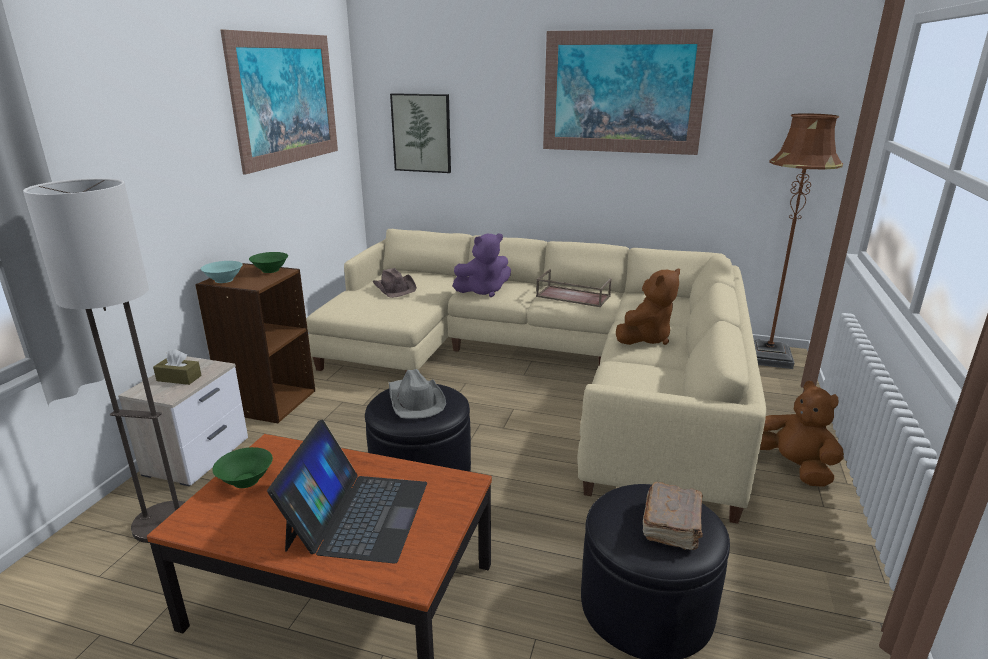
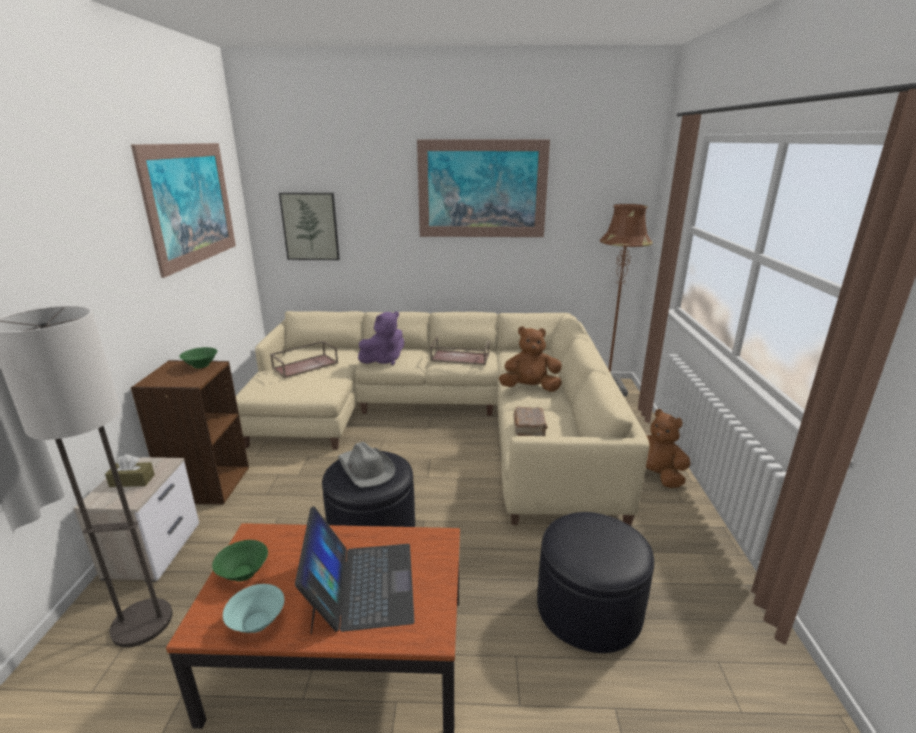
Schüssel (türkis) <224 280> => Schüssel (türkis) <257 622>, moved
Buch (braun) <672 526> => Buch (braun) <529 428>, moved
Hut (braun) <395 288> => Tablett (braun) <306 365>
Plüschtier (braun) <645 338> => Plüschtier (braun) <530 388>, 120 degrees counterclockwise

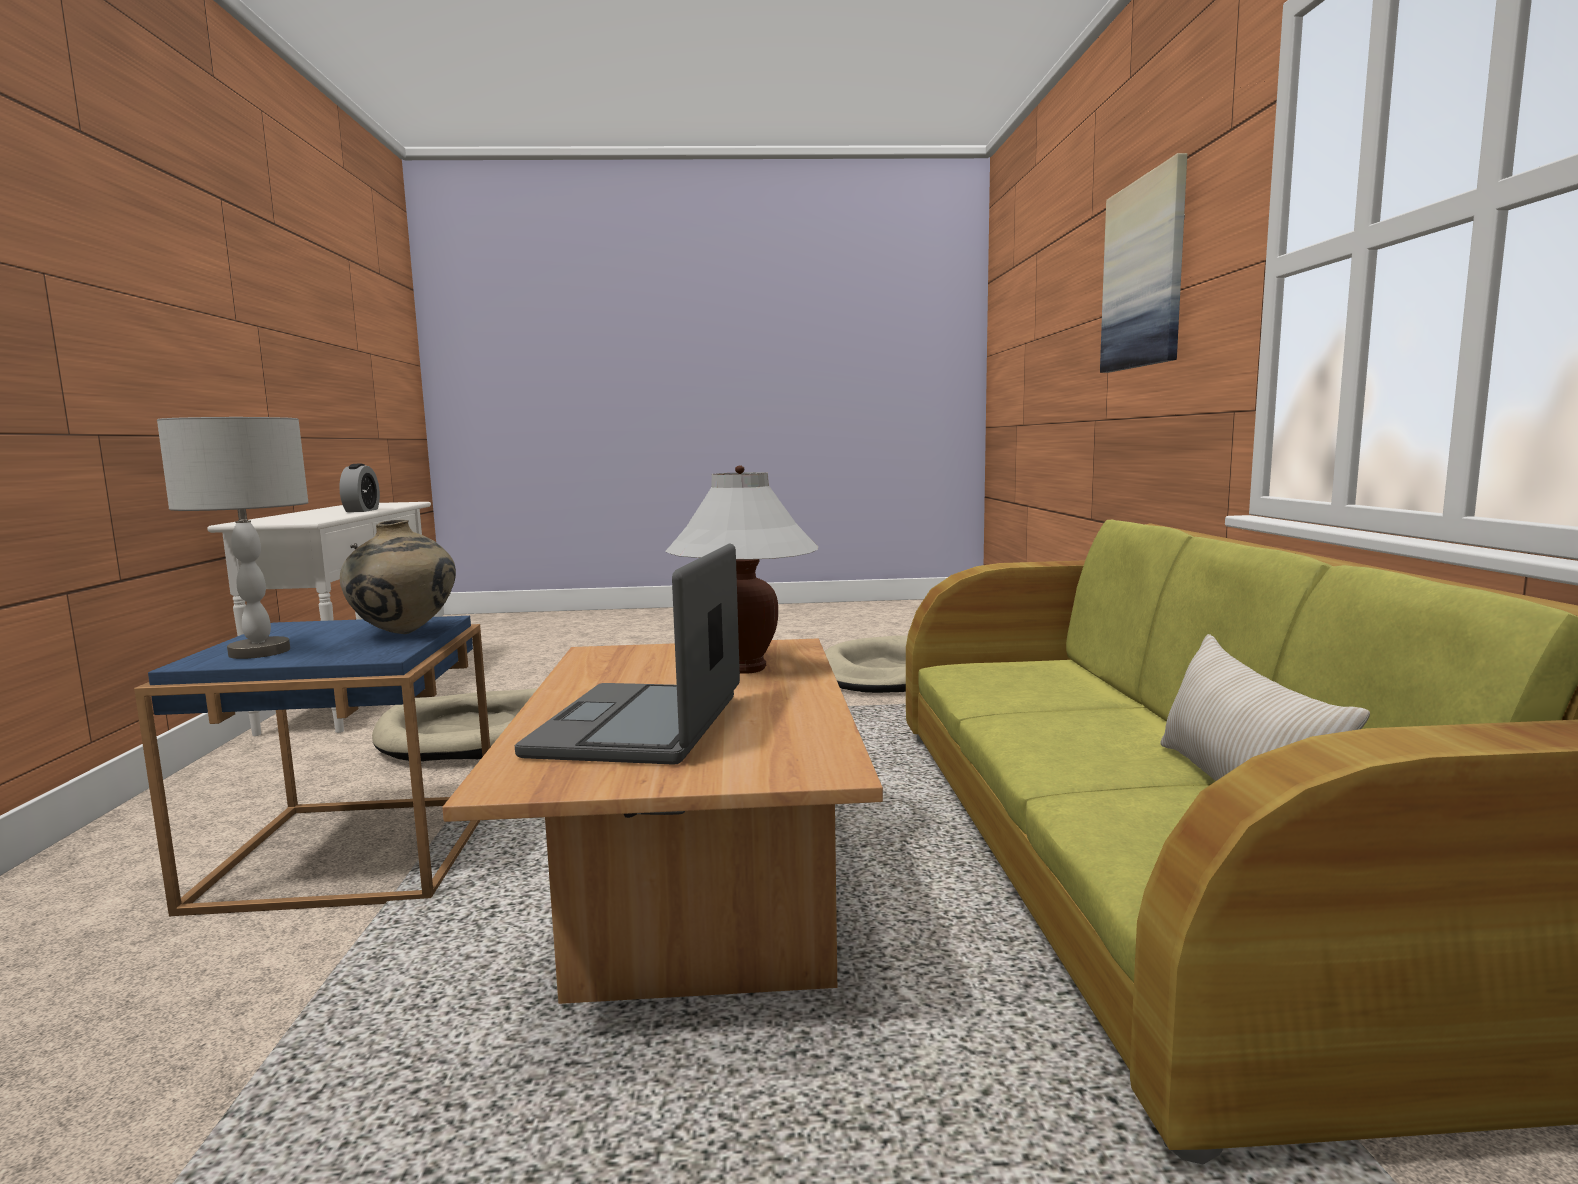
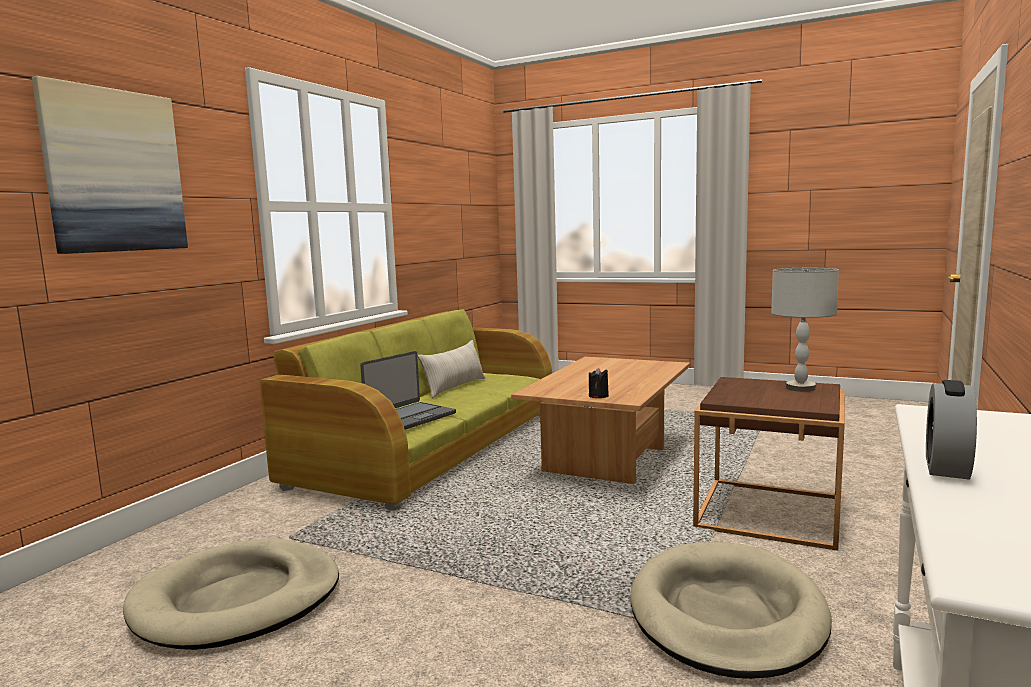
Vase (beige) <405 634> => nothing
Tischlampe (weiß) <745 668> => nothing
nothing => Kerze (schwarz) <598 396>
Laptop <641 726> => Laptop <410 417>, moved
Beistelltisch (blau) <353 850> => Beistelltisch (braun) <769 512>

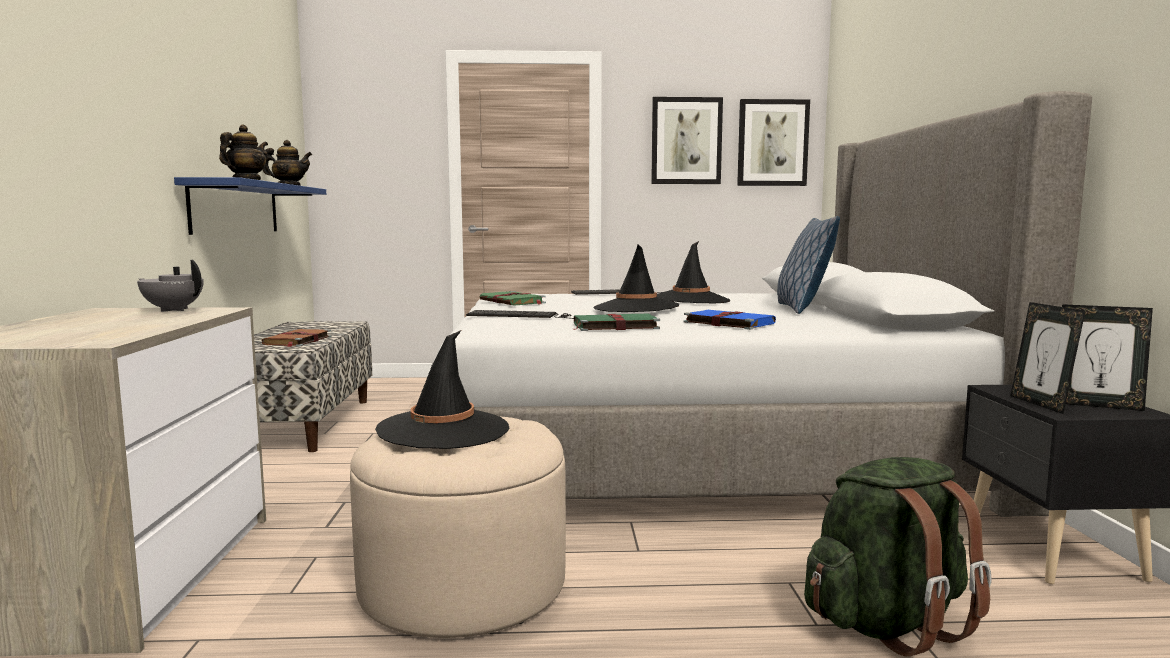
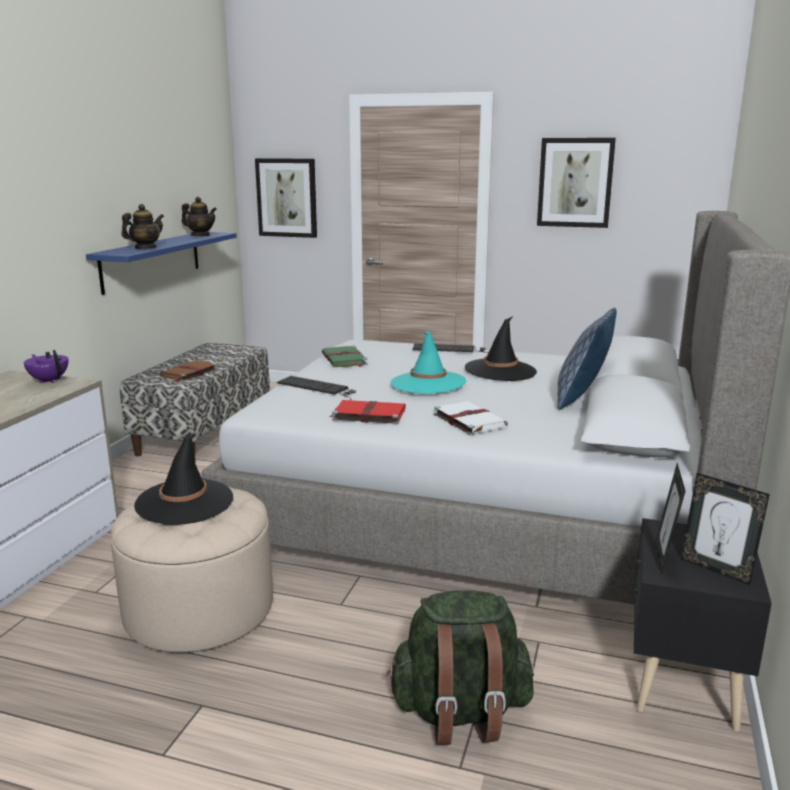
Bild <772 143> => Bild <287 198>, moved
Teekanne (grau) <173 310> => Teekanne (lila) <49 380>
Buch (grün) <614 326> => Buch (rot) <368 414>
Hut (schwarz) <636 308> => Hut (türkis) <428 383>
Buch (blau) <727 323> => Buch (weiß) <468 420>

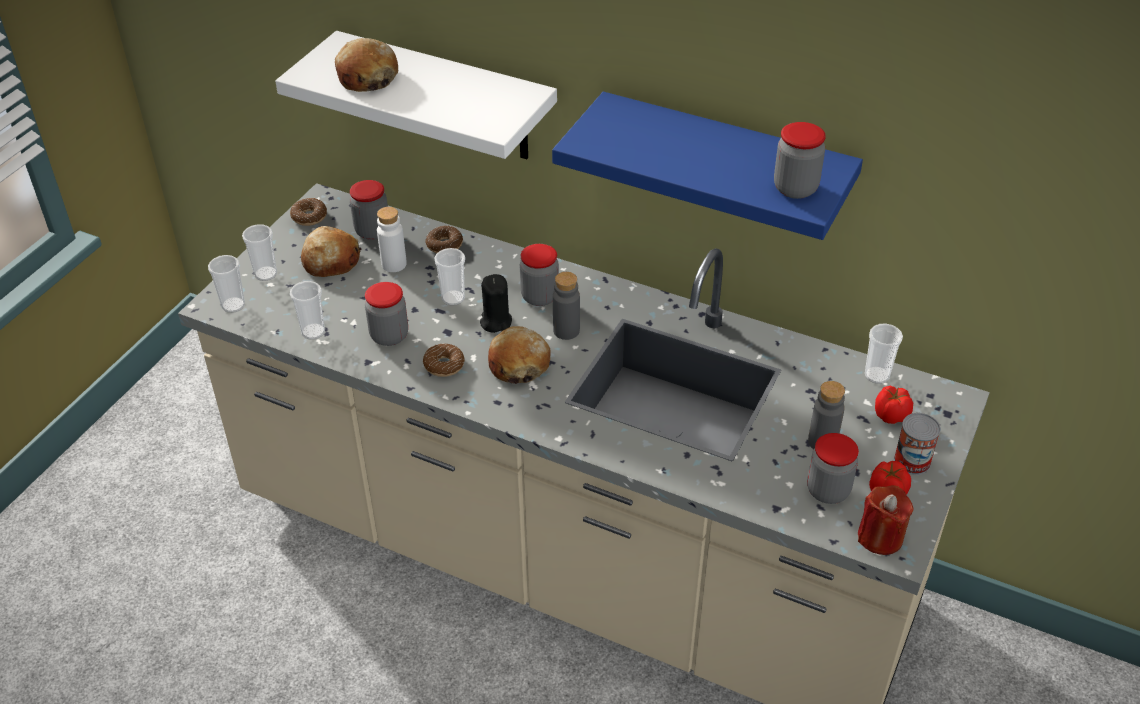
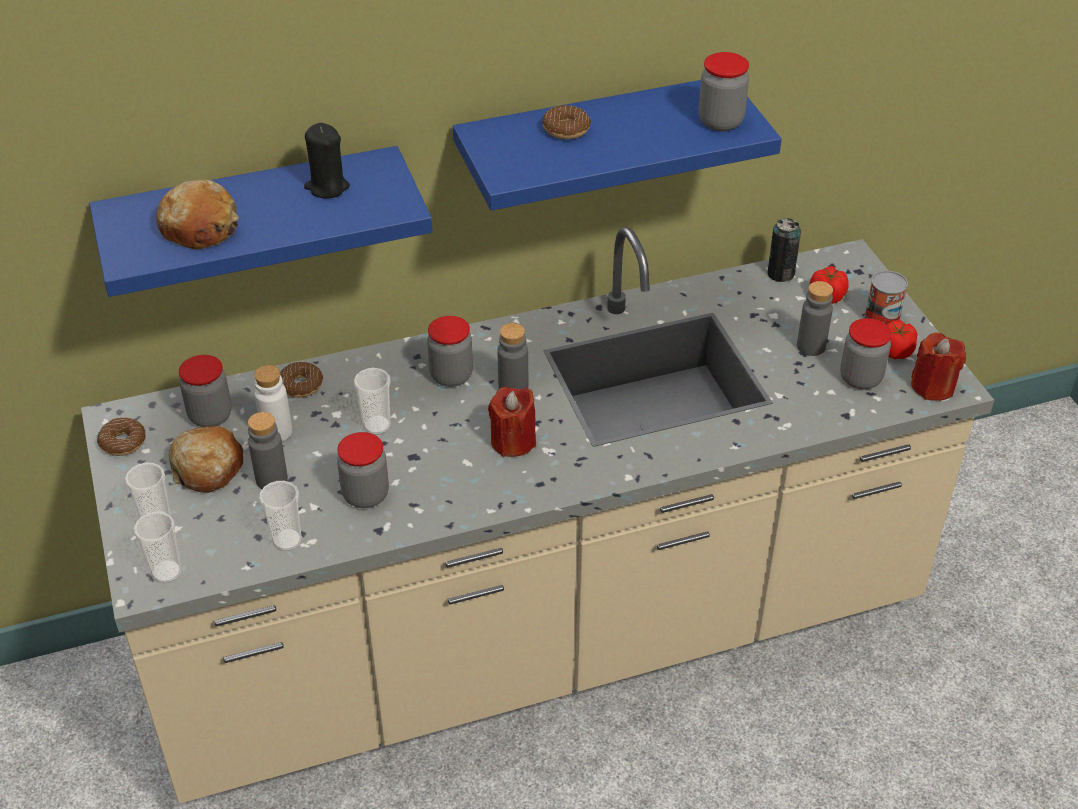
nothing => Flasche (grau) <271 479>
Donut <444 365> => Donut <566 129>, moved
Kerze (schwarz) <495 321> => Kerze (schwarz) <327 187>, moved
Brot <519 364> => Kerze (rot) <513 441>
Tasse <877 375> => Dose <780 274>
Wandregal (weiß) <446 97> => Wandregal (blau) <254 218>

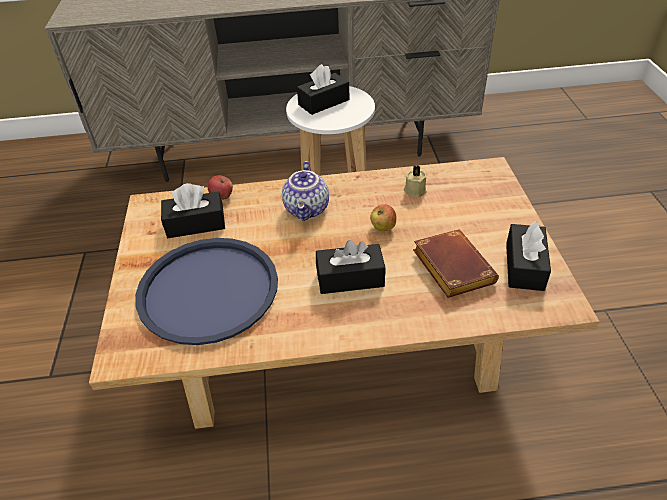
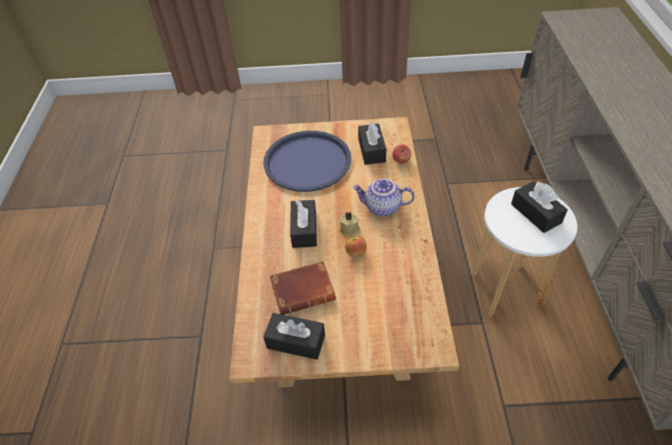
Kerze (beige) <415 190> => Kerze (beige) <350 230>, moved

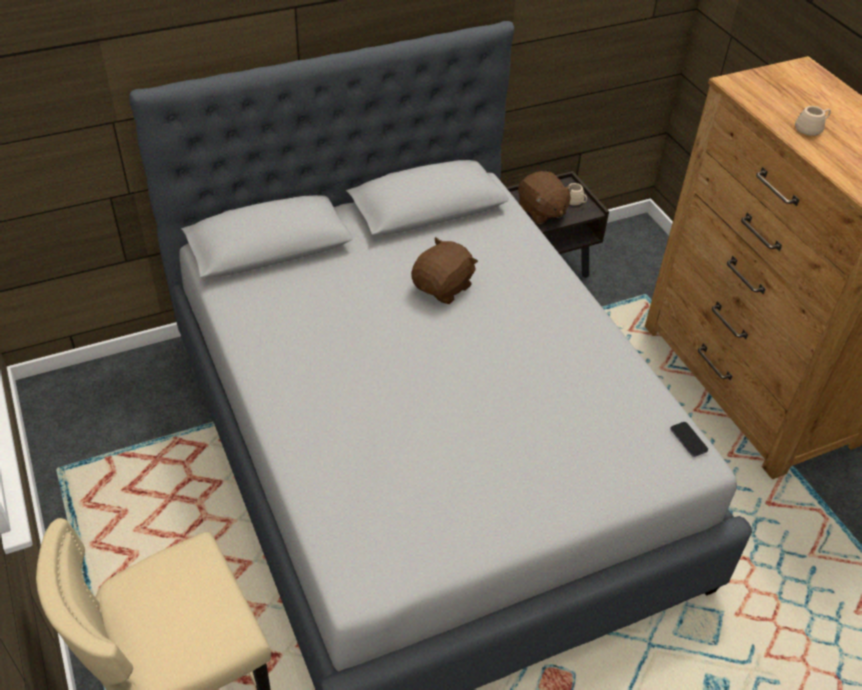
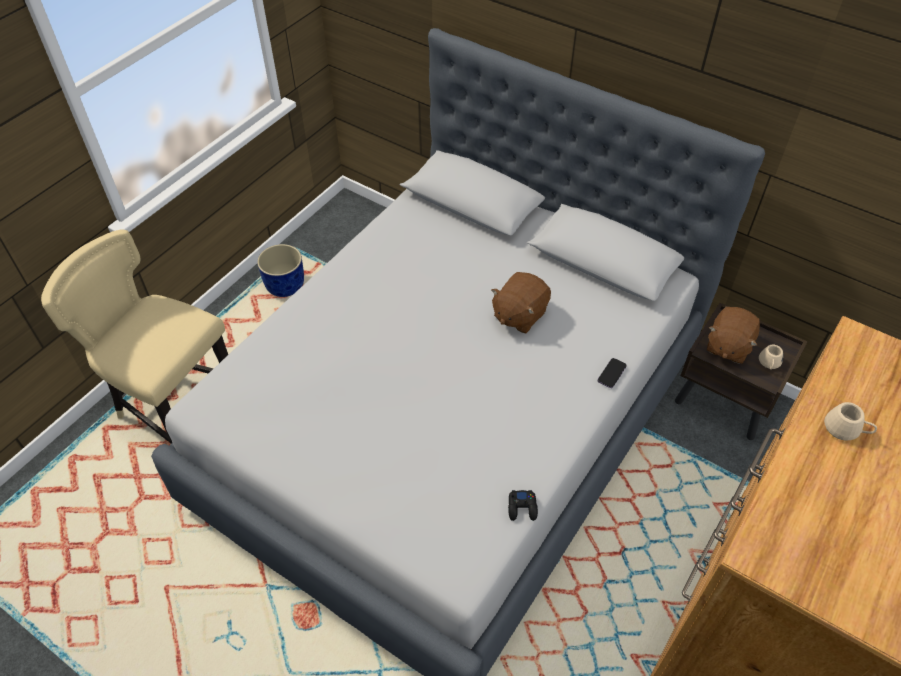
nothing => Pflanzkübel (blau) <285 285>
nothing => Gamepad (schwarz) <522 508>
Handy <688 440> => Handy <611 374>, moved
Plüschtier (braun) <443 287> => Plüschtier (braun) <519 315>, 120 degrees clockwise

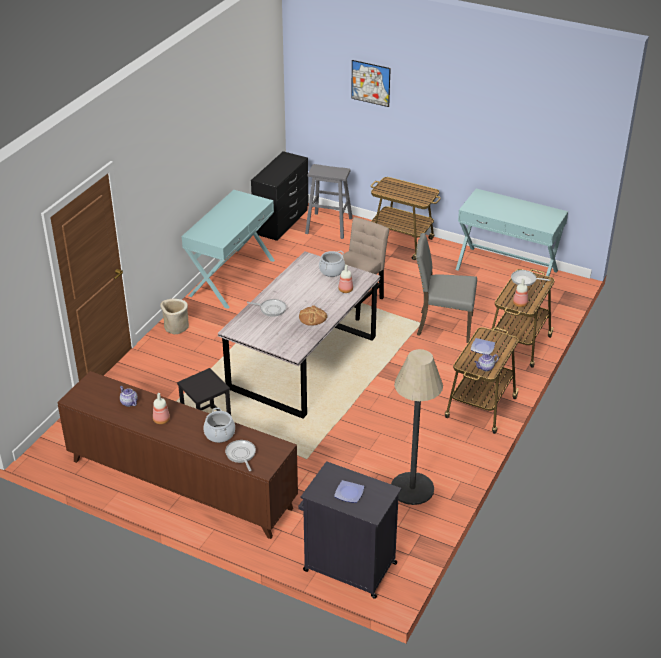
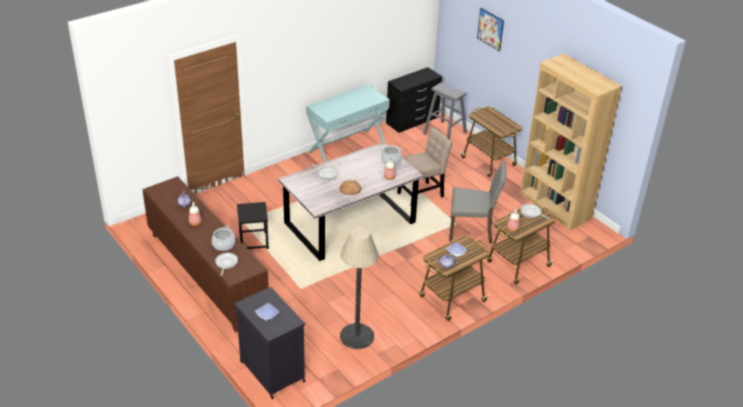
Pflanzkübel (beige) <175 327> => nothing
Konsolentisch (türkis) <507 270> => Bücherregal (braun) <555 206>
Stuhl (grau) <443 325> => Stuhl (grau) <472 231>, 150 degrees clockwise

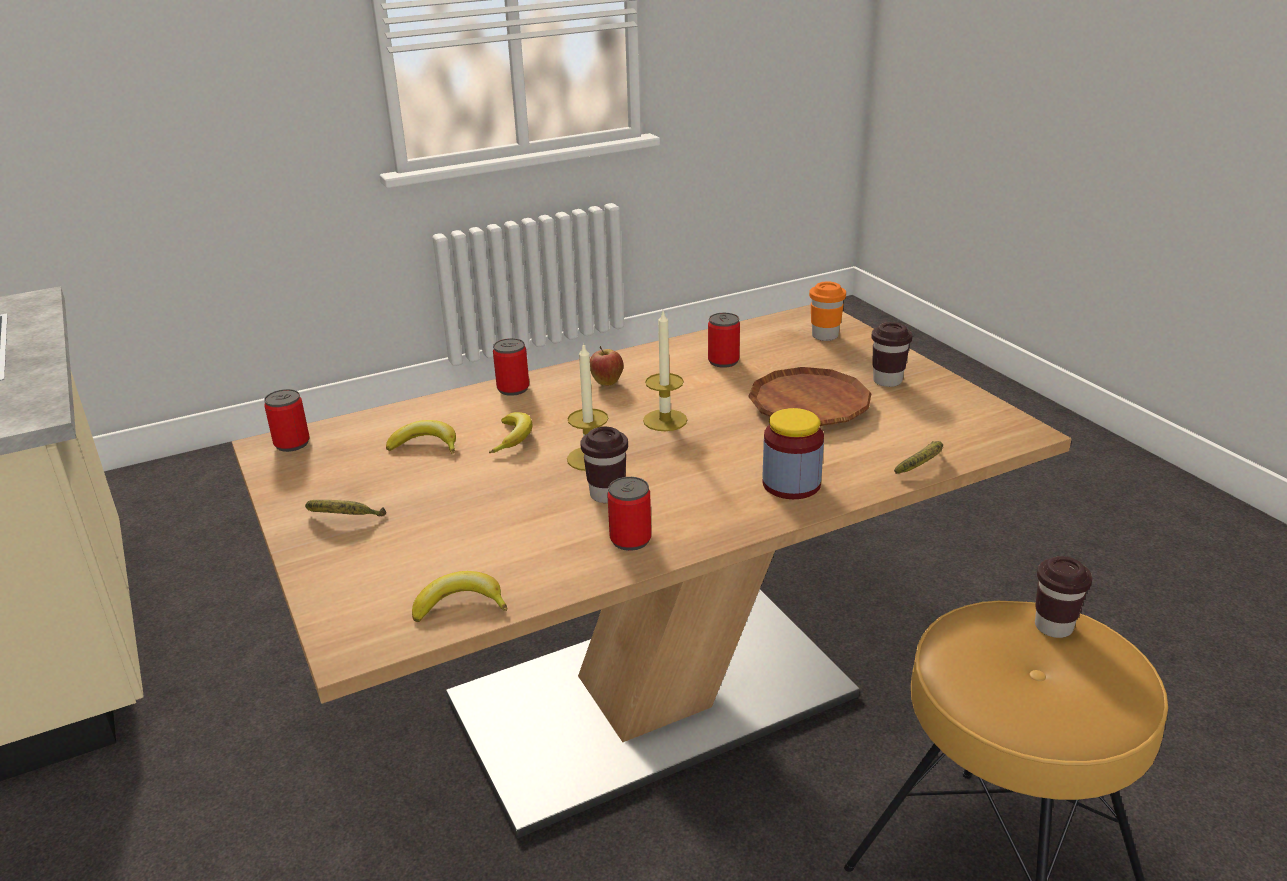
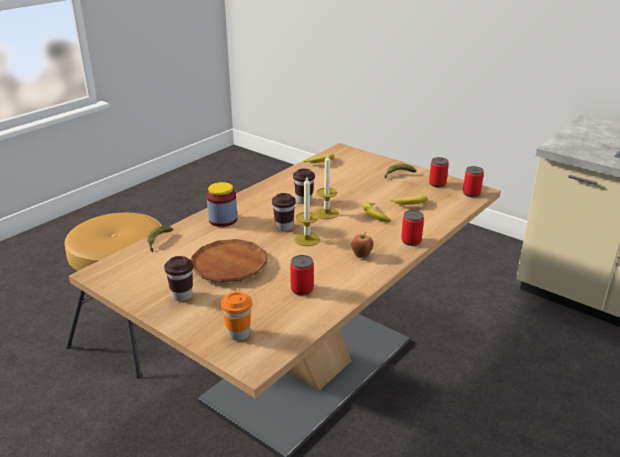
Dose <630 540> => Dose <437 184>, moved
Tasse (braun) <1053 627> => Tasse (braun) <284 227>, moved

